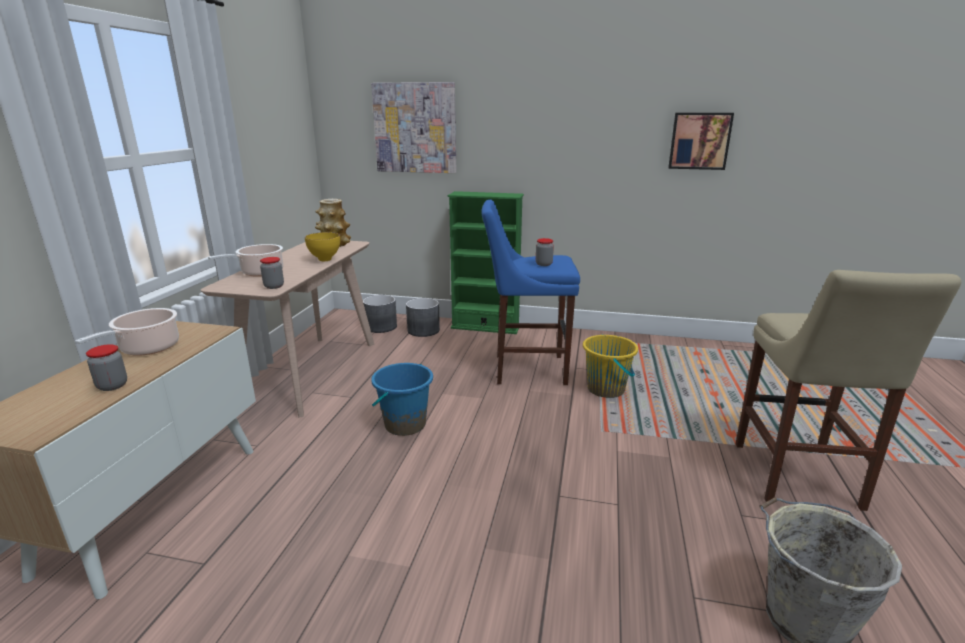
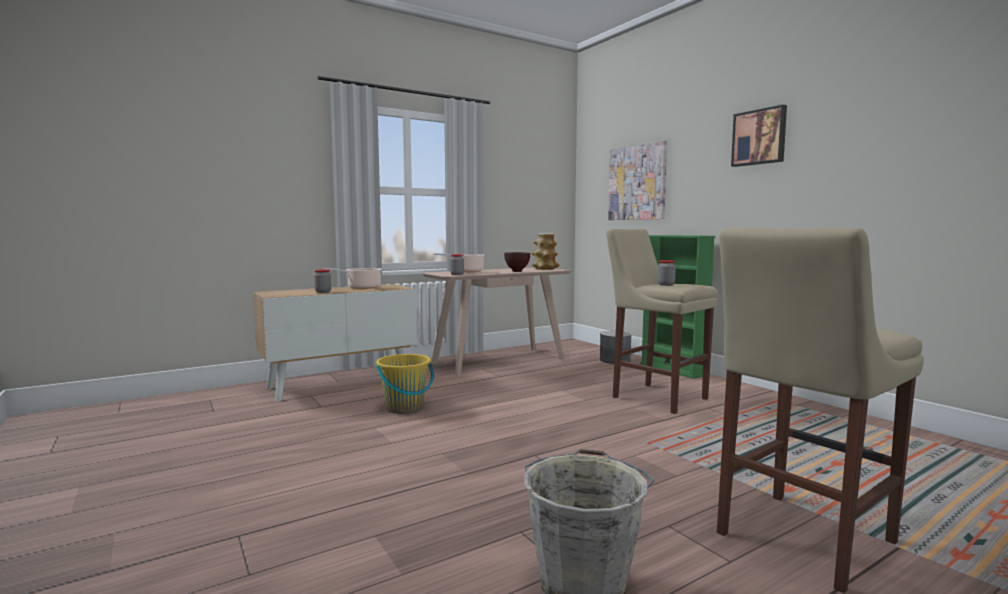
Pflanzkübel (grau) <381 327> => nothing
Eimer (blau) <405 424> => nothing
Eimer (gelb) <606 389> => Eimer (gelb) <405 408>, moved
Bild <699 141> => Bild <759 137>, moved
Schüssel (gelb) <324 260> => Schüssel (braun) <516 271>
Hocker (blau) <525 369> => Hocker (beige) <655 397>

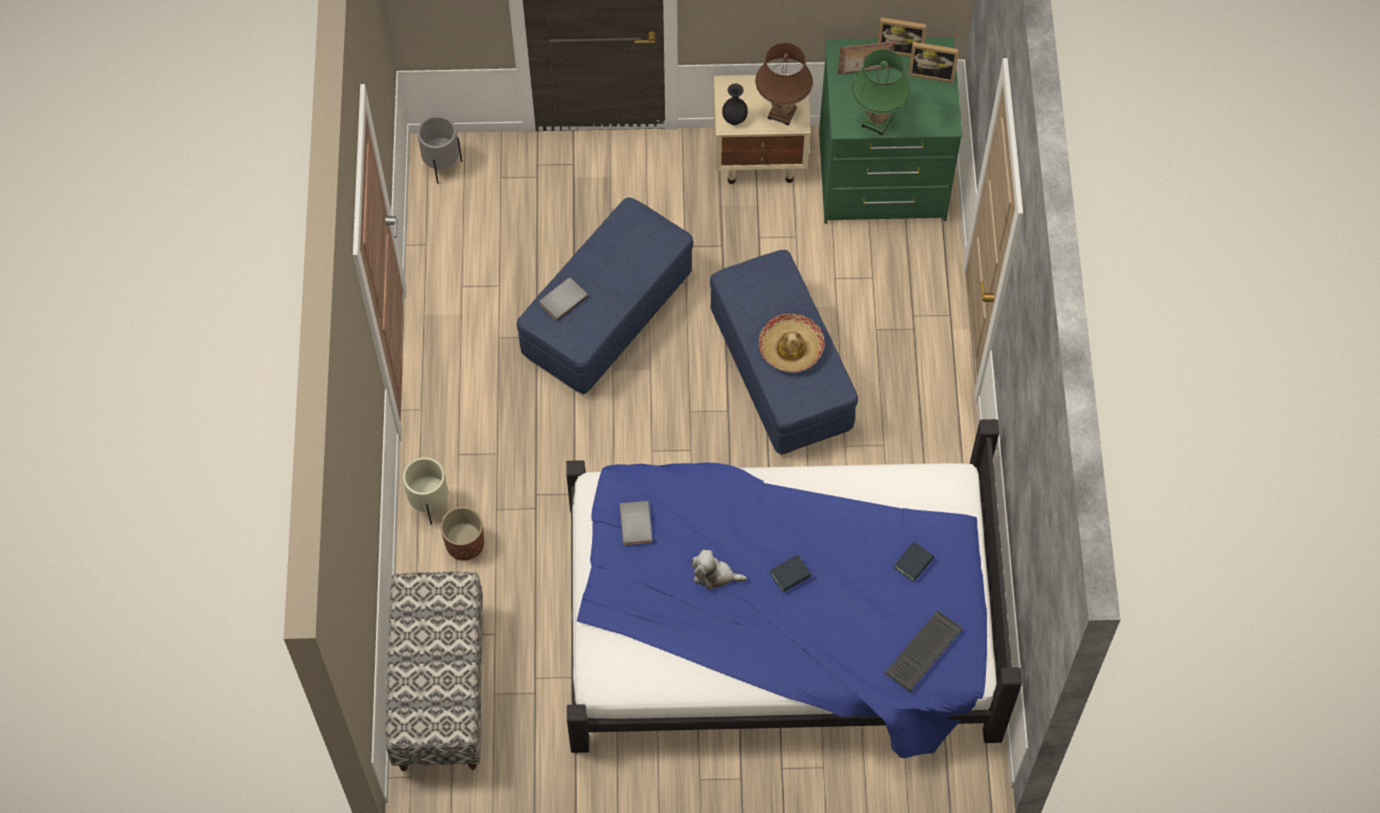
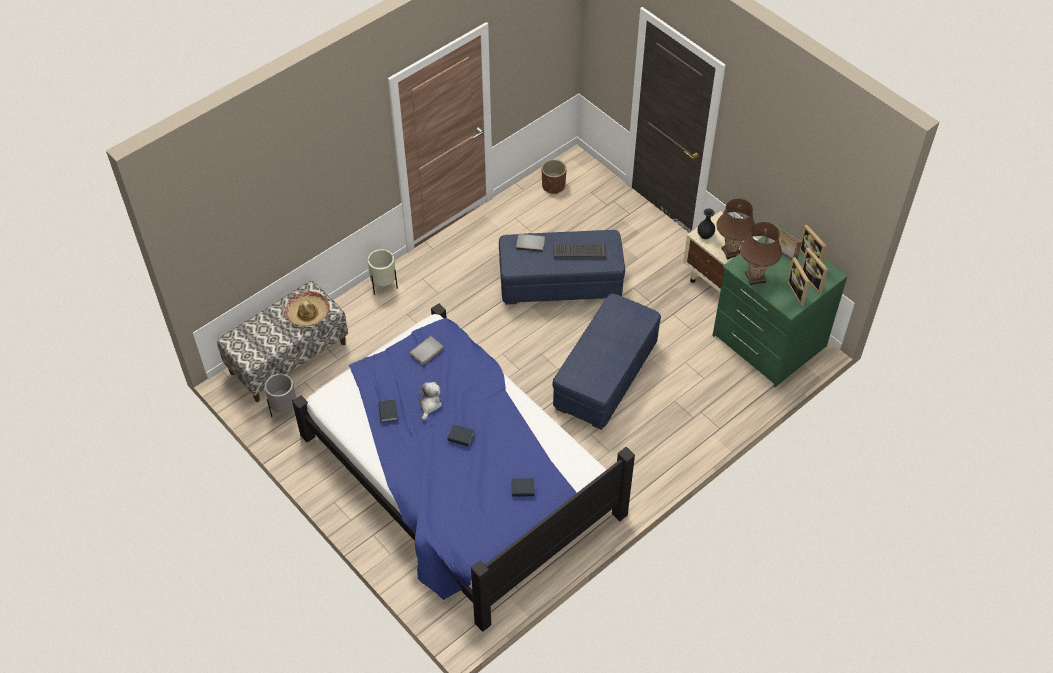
nothing => Buch <388 412>
nothing => Bilderrahmen <798 292>
Pflanzkübel (grau) <442 166> => Pflanzkübel (grau) <285 411>, moved
Pflanzkübel (braun) <464 543> => Pflanzkübel (braun) <553 186>, moved
Hut <791 347> => Hut <308 313>, moved
Tastatur <923 650> => Tastatur <580 250>, moved
Tischlampe (grün) <876 122> => Tischlampe (braun) <755 277>
Plüschtier <715 575> => Plüschtier <429 404>, 45 degrees clockwise

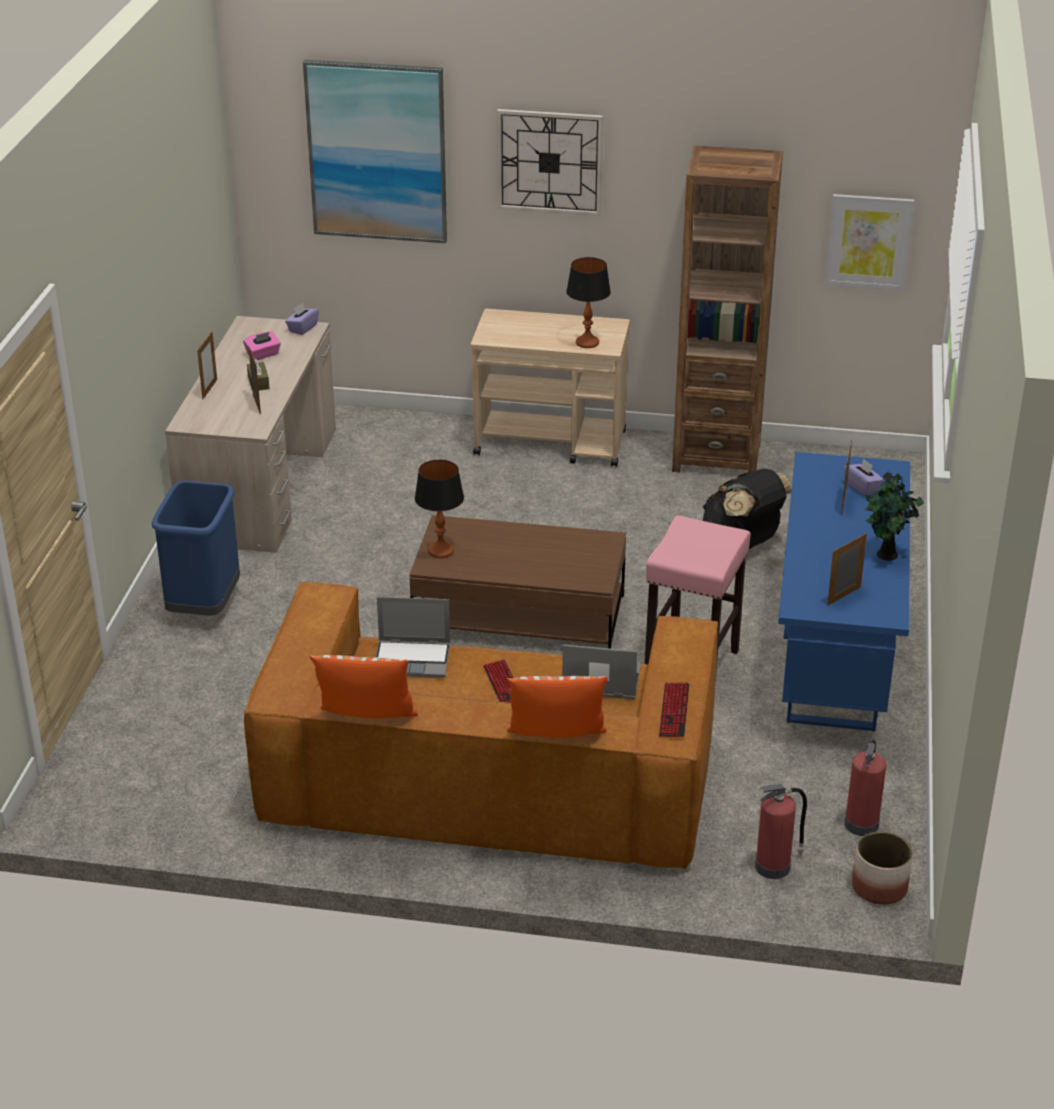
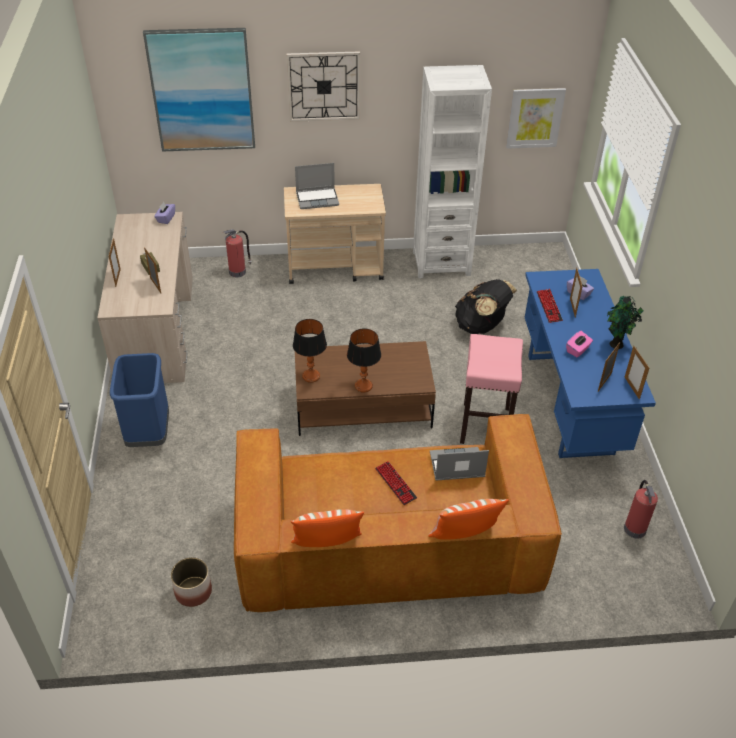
nothing => Bilderrahmen <632 388>
Taschentuchbox (rosa) <263 354> => Taschentuchbox (rosa) <577 350>, moved
Laptop <413 660> => Laptop <318 199>, moved
Tischlampe <587 342> => Tischlampe <364 386>, moved
Tastatur <674 711> => Tastatur <549 306>, moved
Feuerlöscher <774 866> => Feuerlöscher <238 271>, moved
Pflanzkübel <878 887> => Pflanzkübel <193 592>, moved
Bücherregal (braun) <716 457> => Bücherregal (weiß) <441 263>

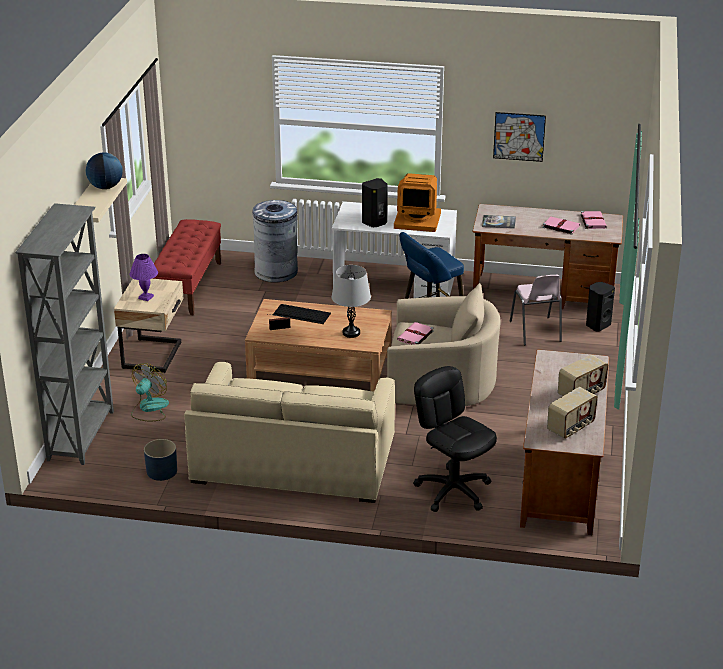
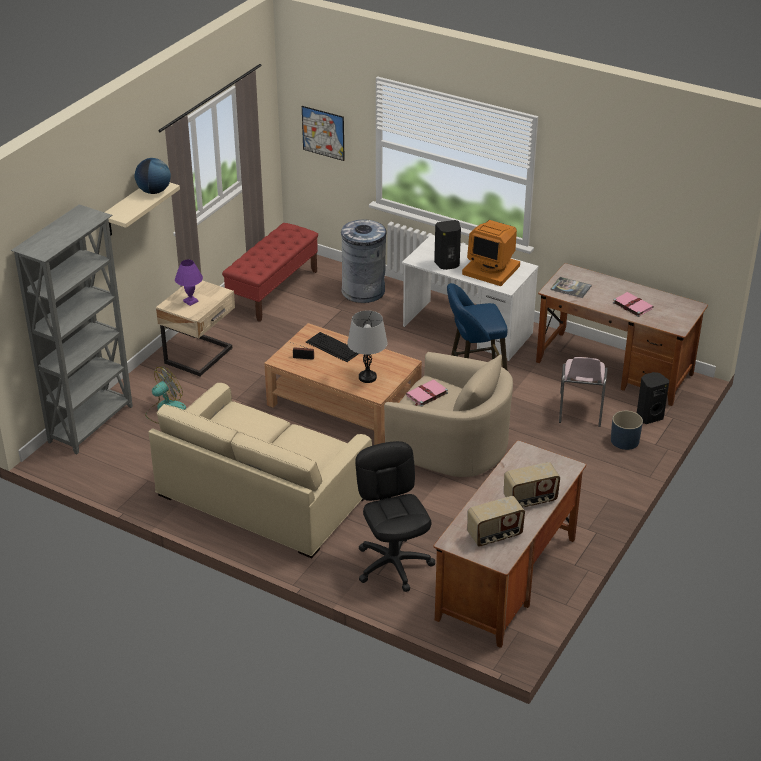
Buch (rosa) <593 221> => nothing
Pflanzkübel (blau) <161 471> => Pflanzkübel (blau) <624 440>, moved
Bild <519 136> => Bild <323 133>, moved

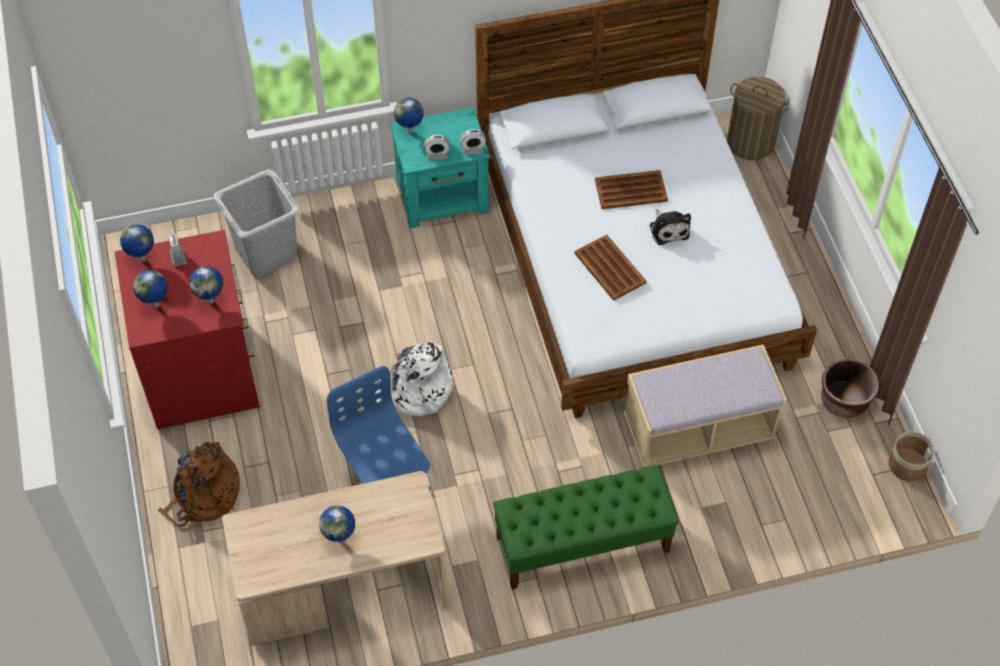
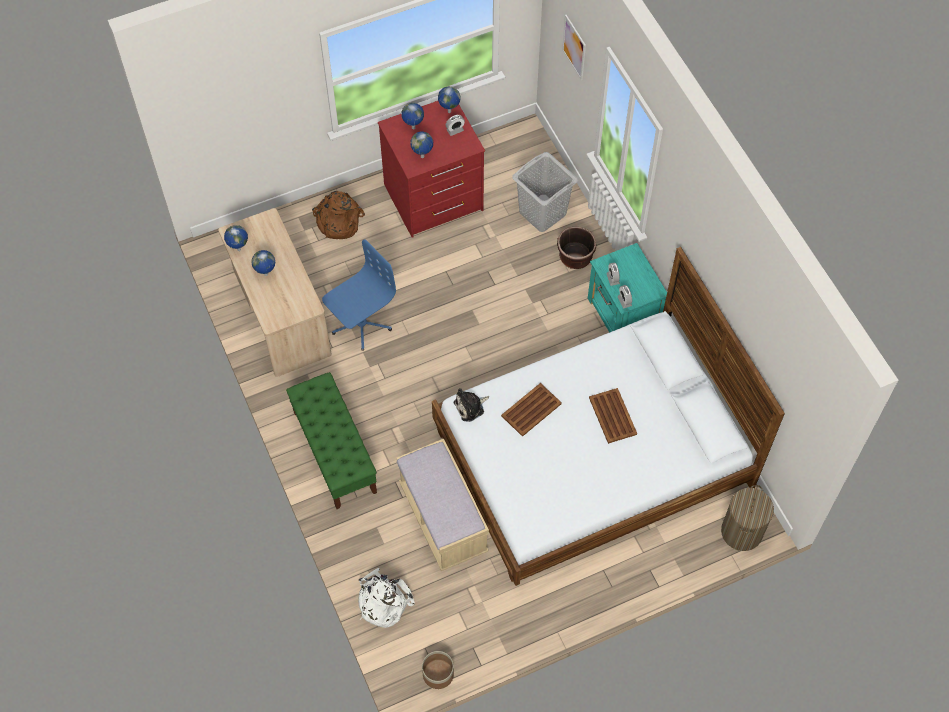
nothing => Bild <574 47>
Rucksack (weiß) <416 392> => Rucksack (weiß) <382 601>, moved
Globus <410 132> => Globus <238 249>, moved
Plüschtier <668 229> => Plüschtier <471 407>, moved
Pflanzkübel (braun) <844 401> => Pflanzkübel (braun) <575 257>, moved

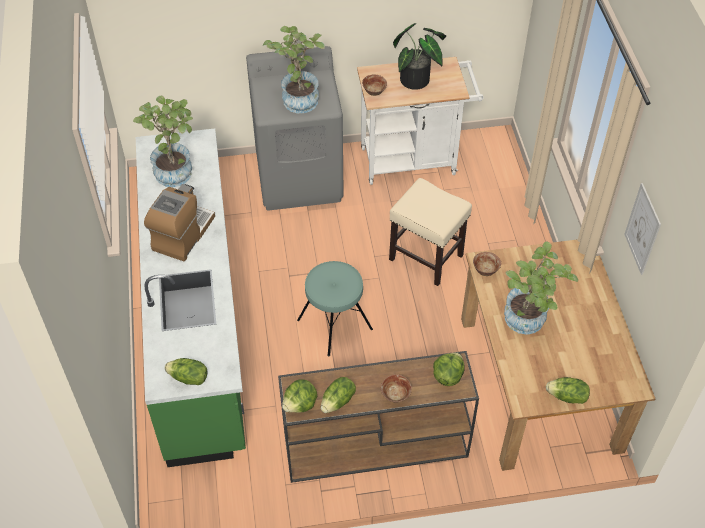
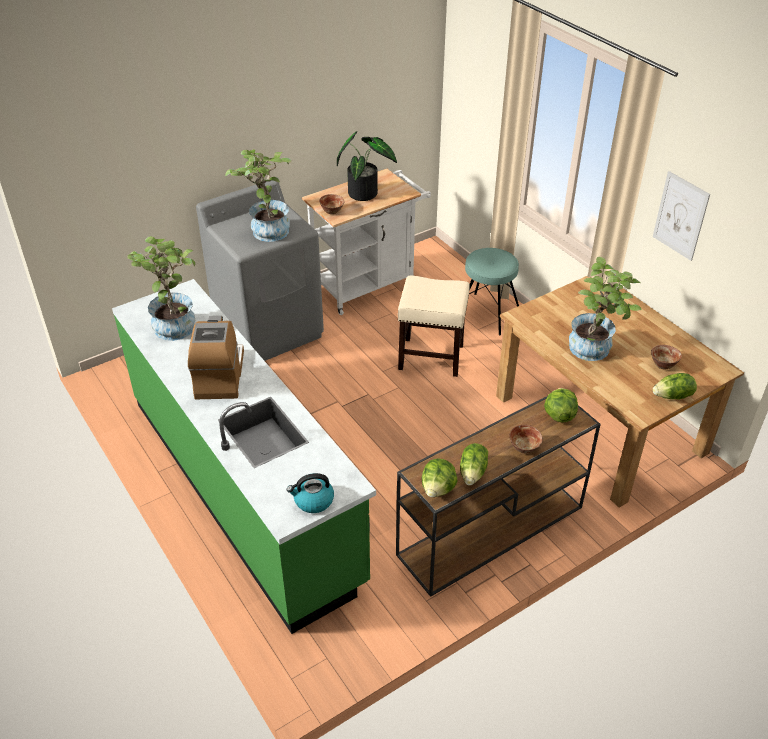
Hocker (türkis) <335 324> => Hocker (türkis) <487 314>, moved
Schüssel <485 271> => Schüssel <663 365>, moved
Salatkopf <188 378> => Wasserkessel <313 501>

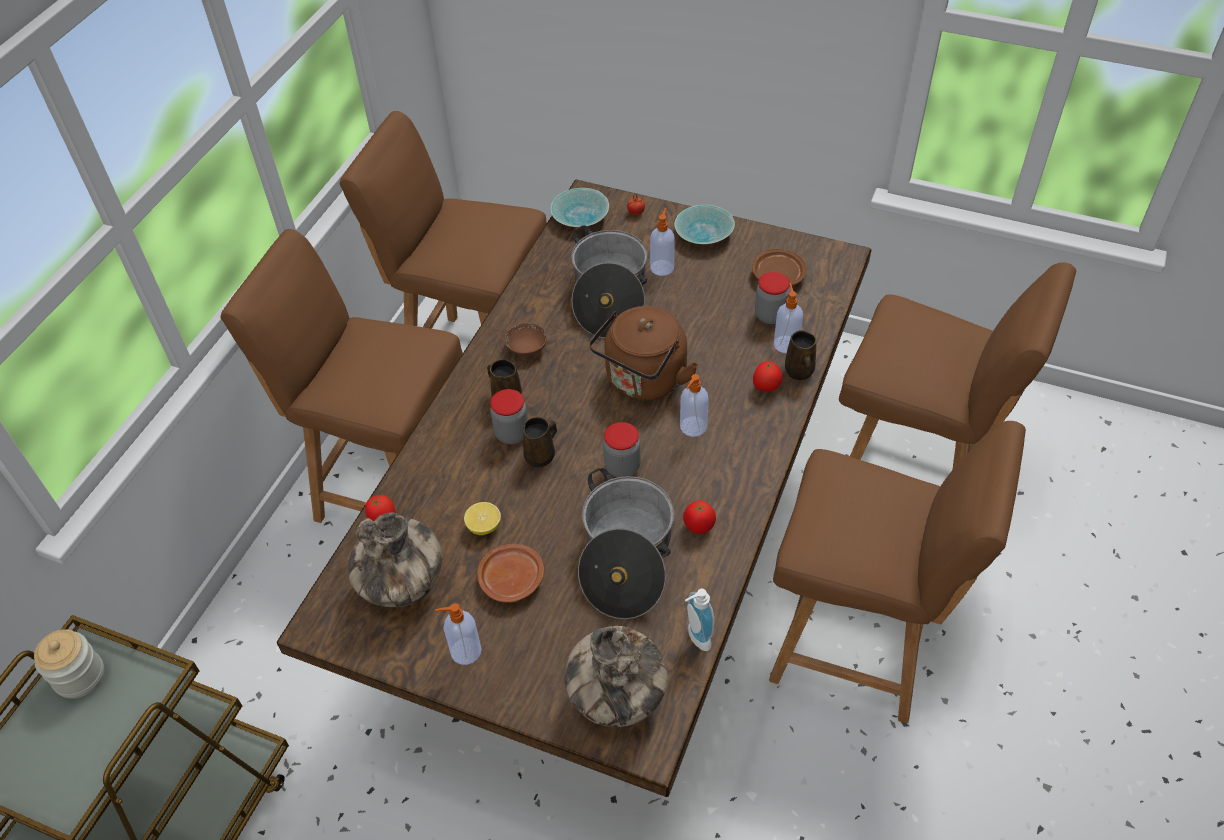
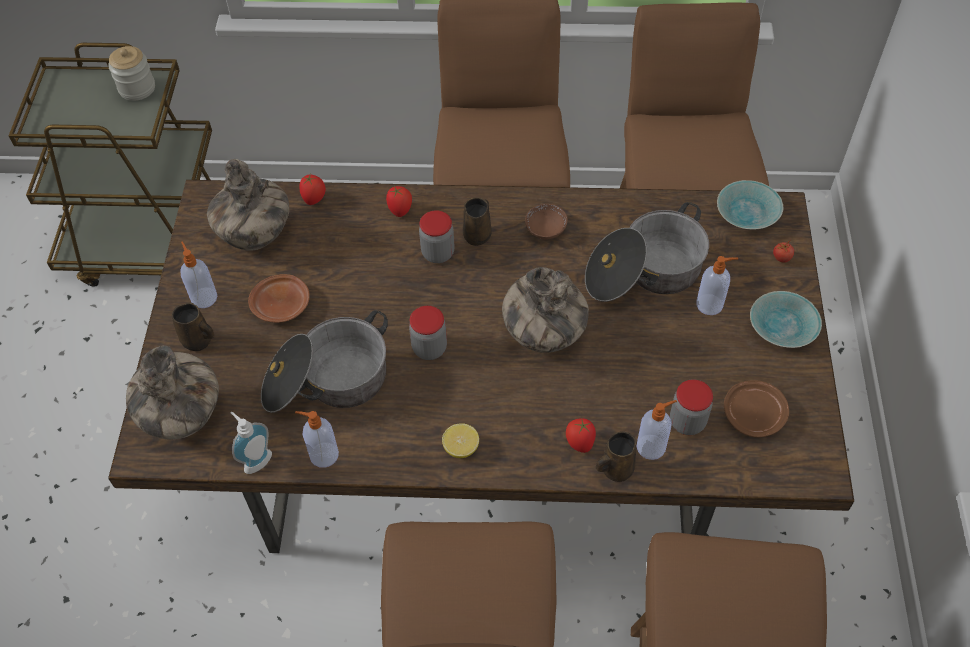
Zitrone <484 526> => Zitrone <461 448>, moved
Henkelbecher (braun) <541 456> => Henkelbecher (braun) <199 341>, moved
Seifenspender <692 427> => Seifenspender <323 454>, moved
Tomate <698 527> => Tomate <400 211>, moved
Wasserkessel (braun) <643 381> => Vase <543 334>

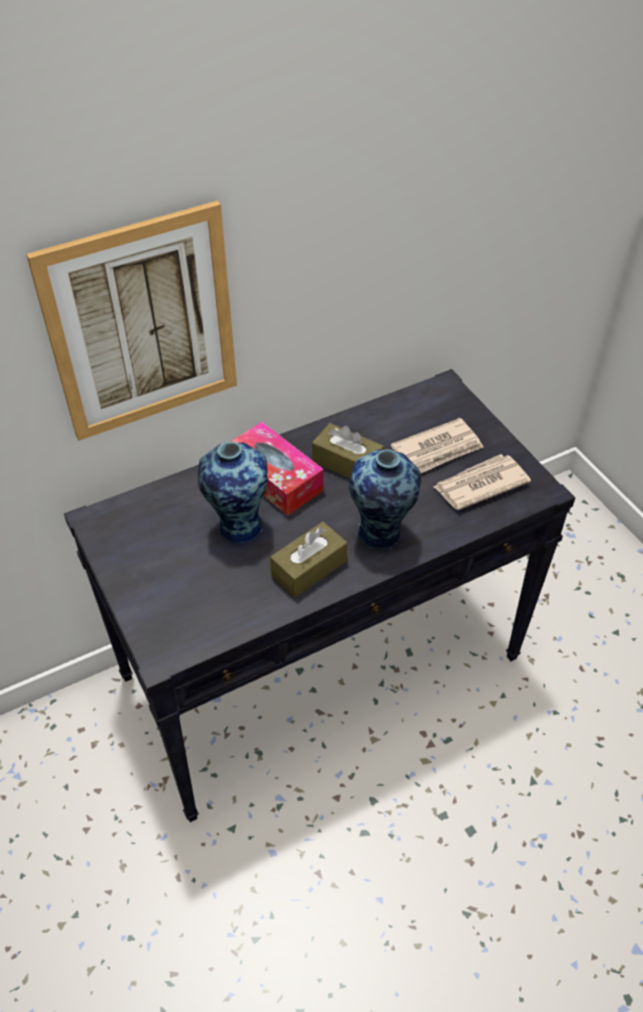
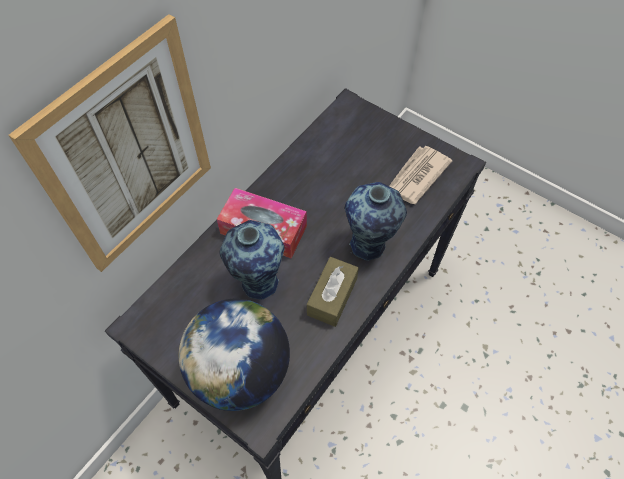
Taschentuchbox (braun) <347 463> => nothing
Zeitung <438 449> => nothing
nothing => Globus <240 371>

